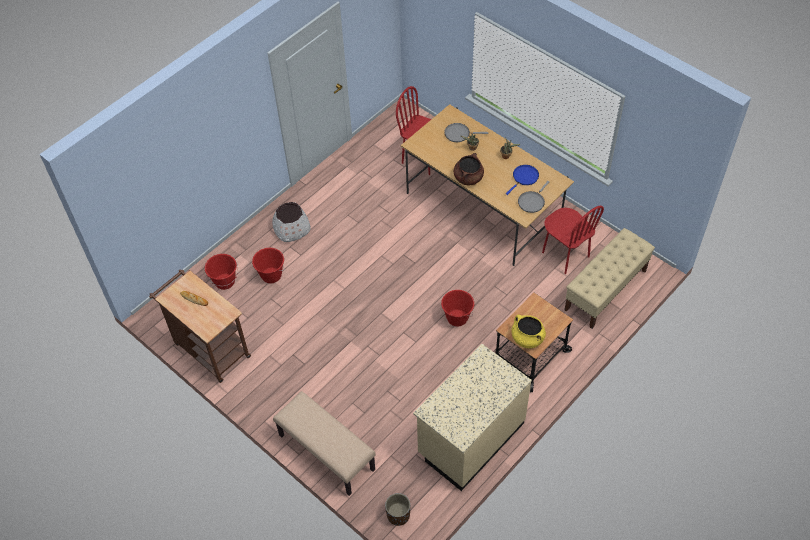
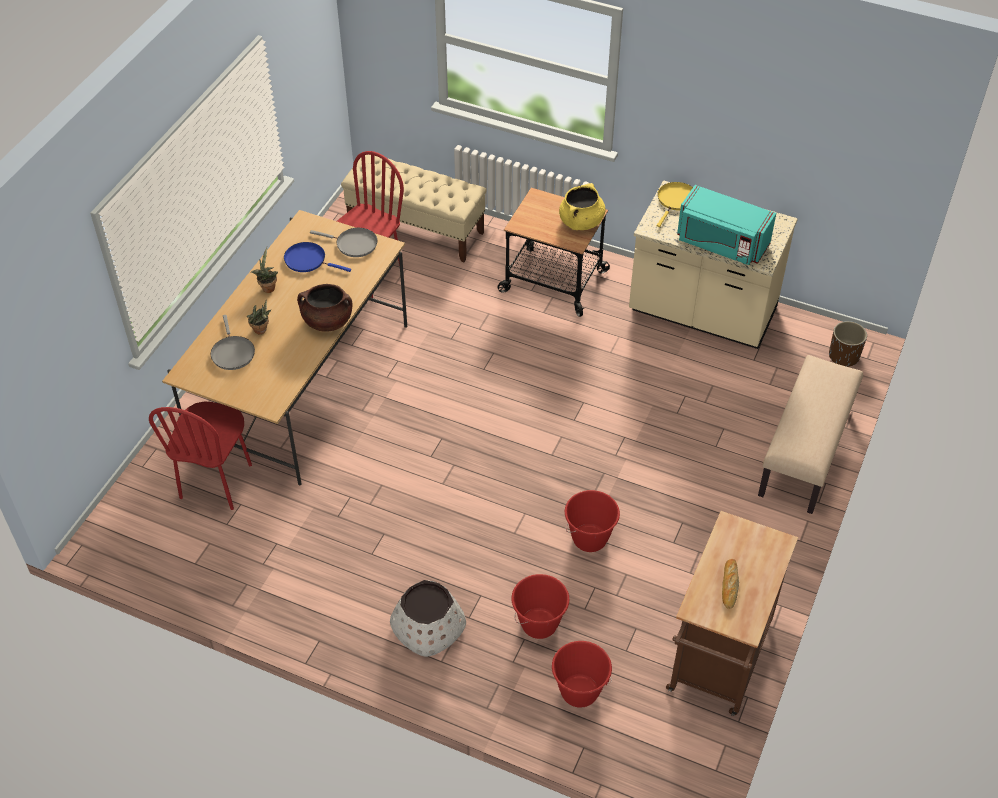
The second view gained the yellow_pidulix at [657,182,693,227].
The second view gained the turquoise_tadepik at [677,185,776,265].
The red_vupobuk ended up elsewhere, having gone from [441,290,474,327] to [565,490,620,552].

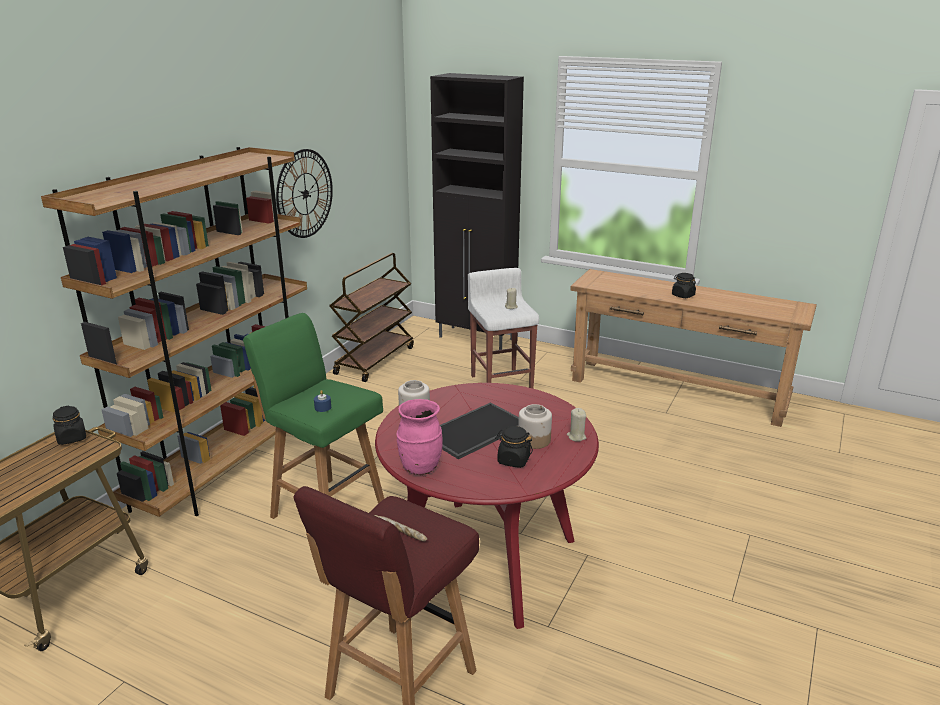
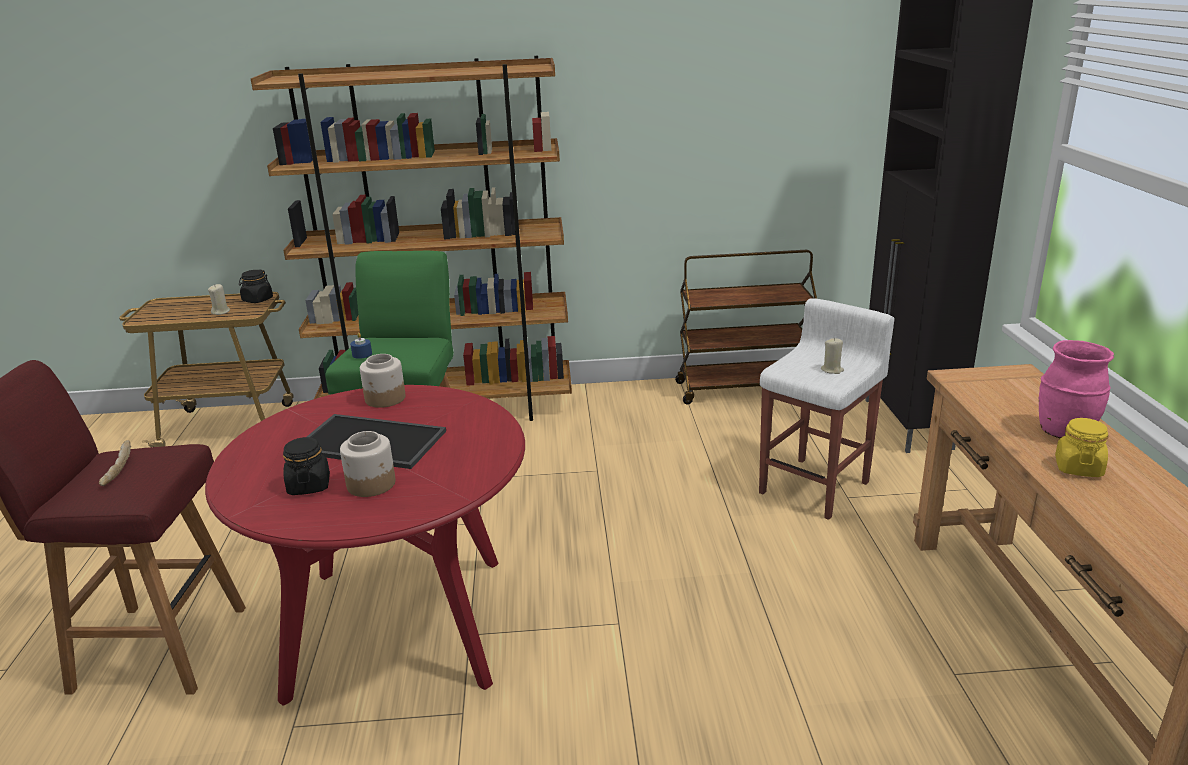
The second view lost the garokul at [276,149,333,238].
The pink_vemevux ended up elsewhere, having gone from [397,399,443,475] to [1038,340,1114,438].
The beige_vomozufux ended up elsewhere, having gone from [567,408,586,442] to [208,284,230,315].
What was the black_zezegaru at [672,273,696,298] turned into the yellow_zezegaru at [1055,418,1108,477].

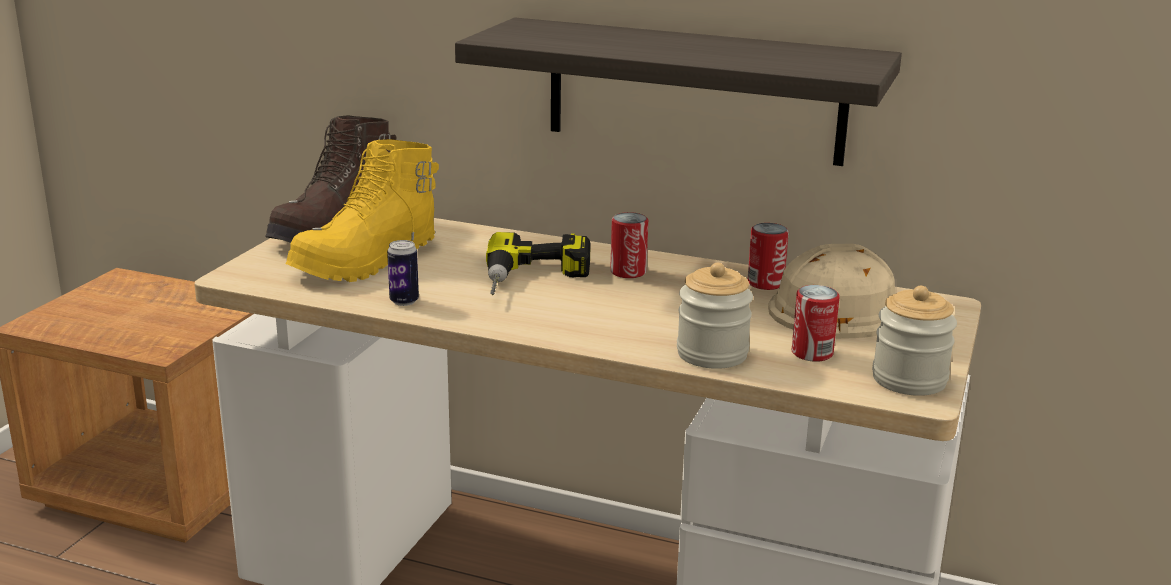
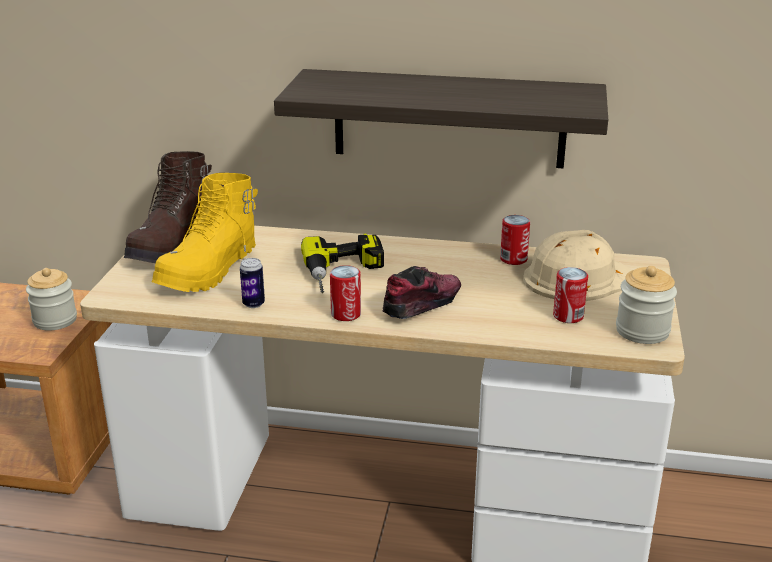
The second view gained the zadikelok at [383,266,461,319].
The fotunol ended up elsewhere, having gone from [610,212,648,278] to [330,265,361,321].
The zezegaru ended up elsewhere, having gone from [677,263,753,369] to [26,268,77,331].

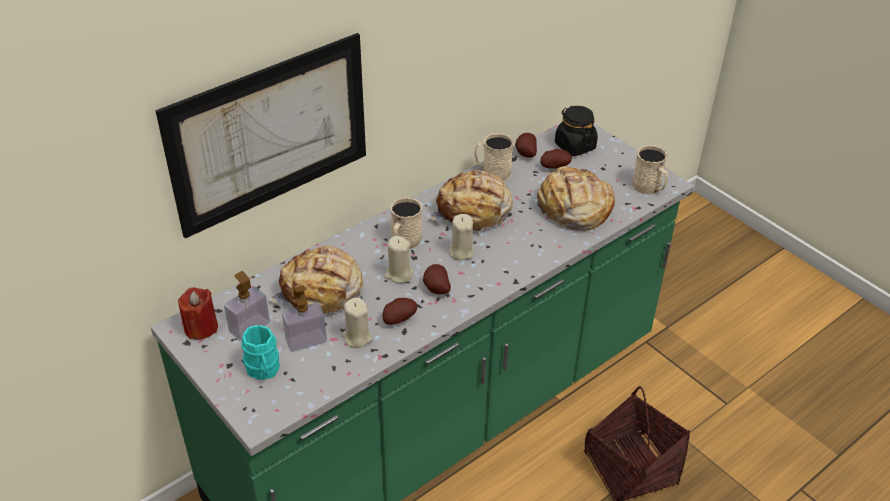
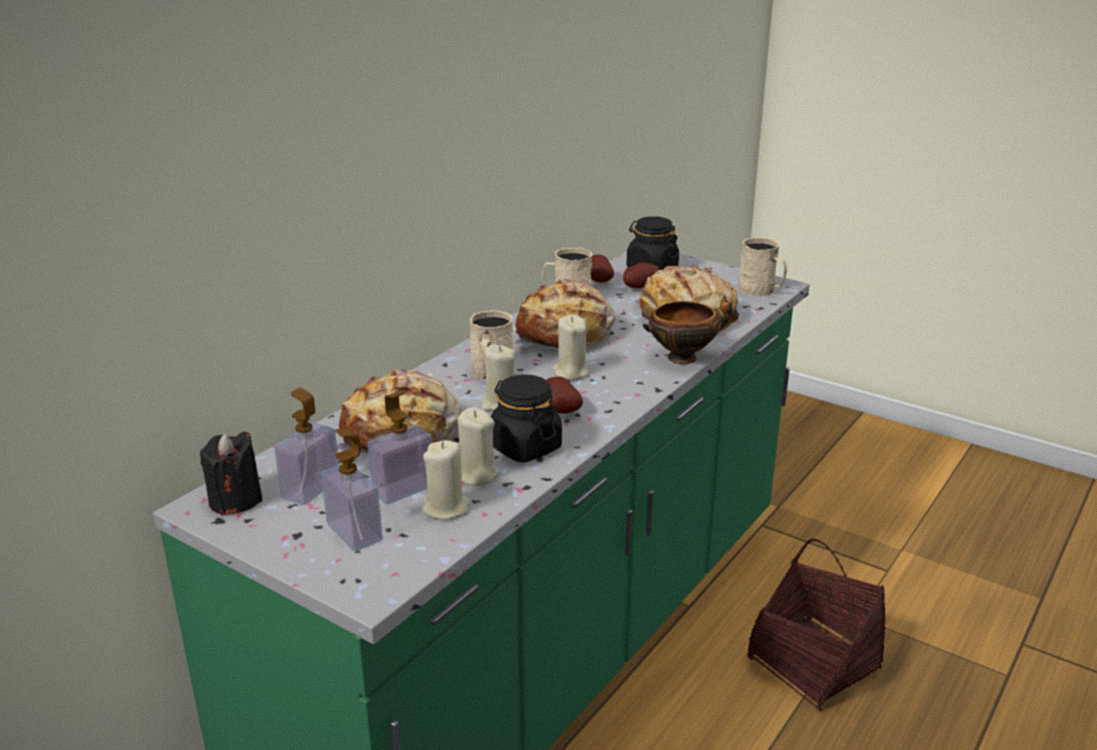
The second view lost the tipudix at [155,33,366,239].
The second view gained the beige_vomozufux at [422,440,470,520].
The second view gained the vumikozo at [643,296,739,364].
Where the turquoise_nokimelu stood at [242,325,280,380], the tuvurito came to stand at [321,429,382,551].
Where the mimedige stood at [383,298,417,325], the black_zezegaru came to stand at [491,375,562,462].
What was the red_vomozufux at [178,287,218,340] turned into the black_vomozufux at [200,432,262,515].

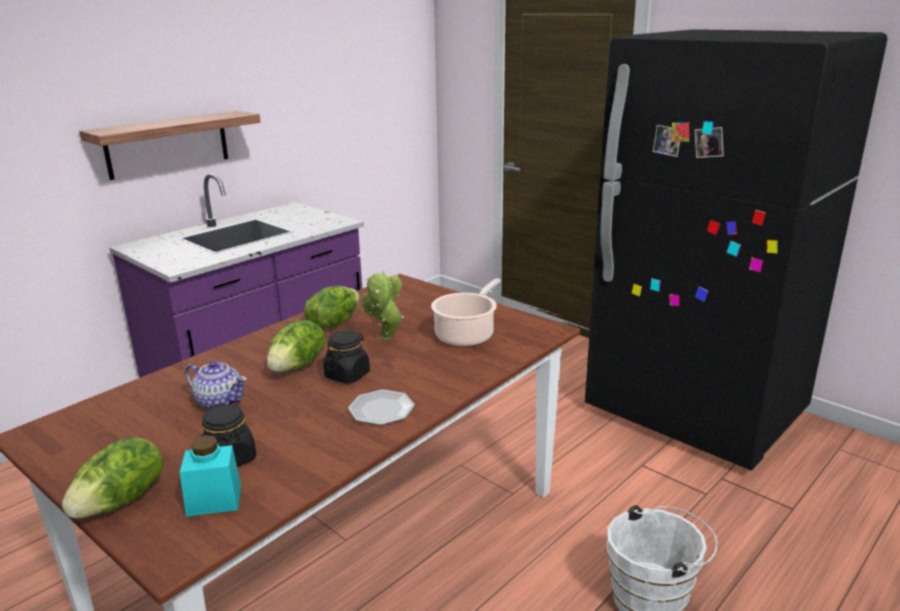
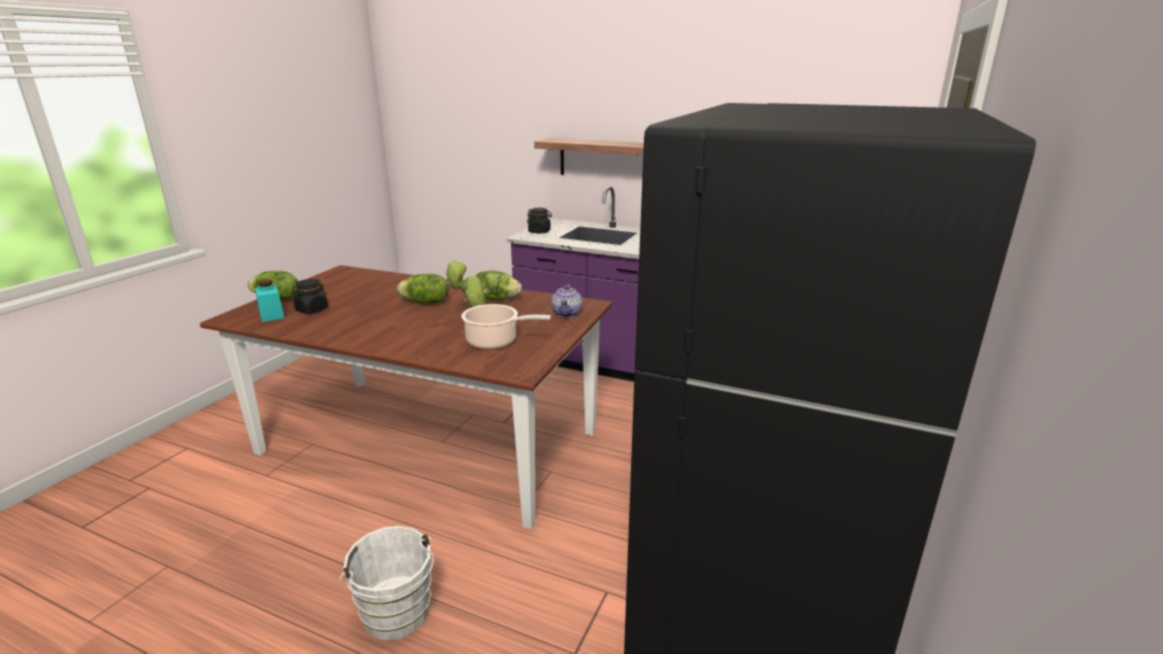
The second view lost the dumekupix at [348,390,415,425].
The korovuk ended up elsewhere, having gone from [185,361,247,409] to [551,285,582,318].
The black_zezegaru ended up elsewhere, having gone from [323,330,370,384] to [527,208,552,234].

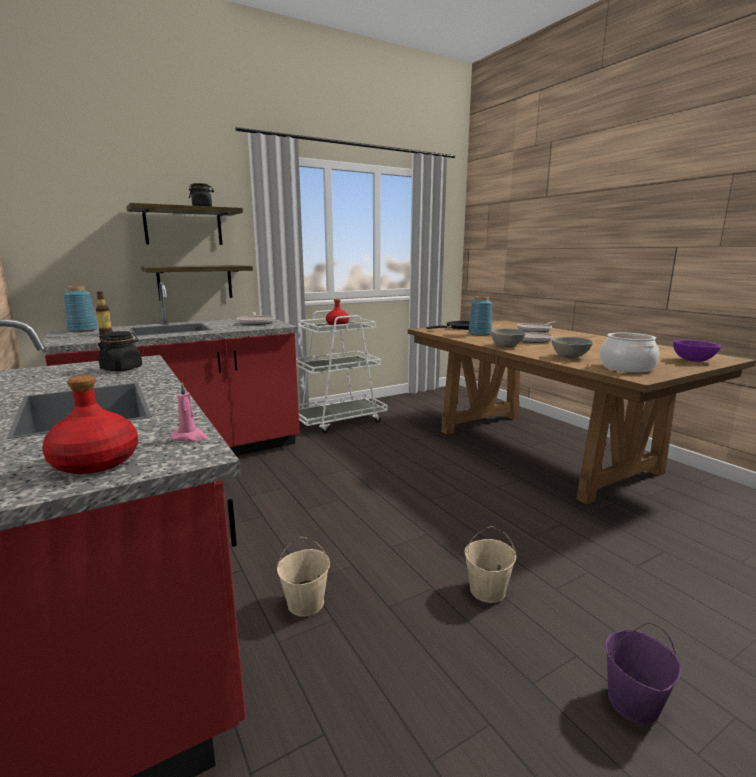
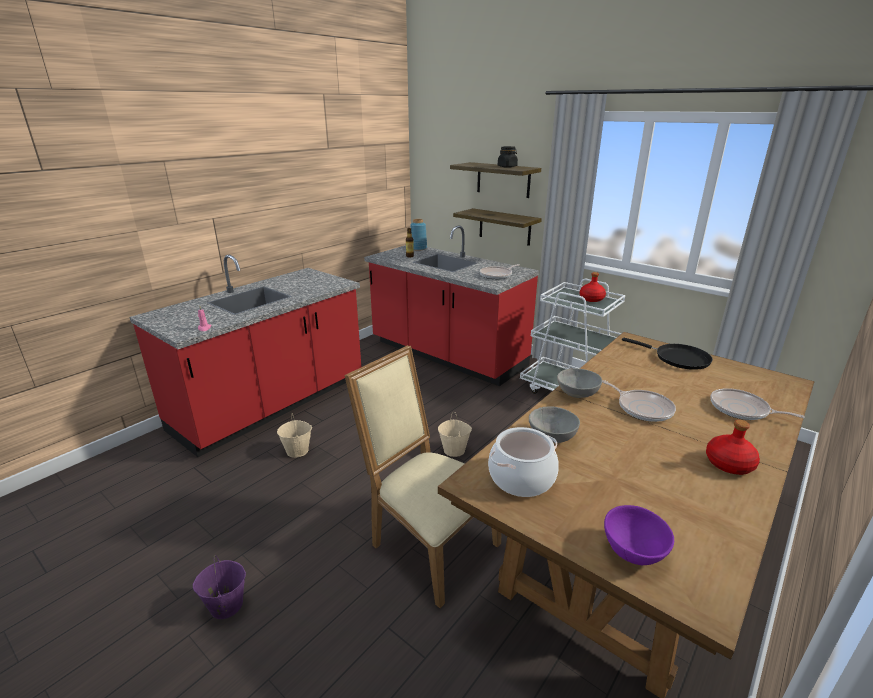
The second view lost the black_zezegaru at [98,331,142,371].
The second view lost the blue_vemevux at [468,296,492,336].
The second view gained the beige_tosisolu at [344,345,501,608].
The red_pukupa ended up elsewhere, having gone from [42,375,138,474] to [706,420,760,475].
The beige_vupobuk ended up elsewhere, having gone from [465,526,516,603] to [438,412,472,457].

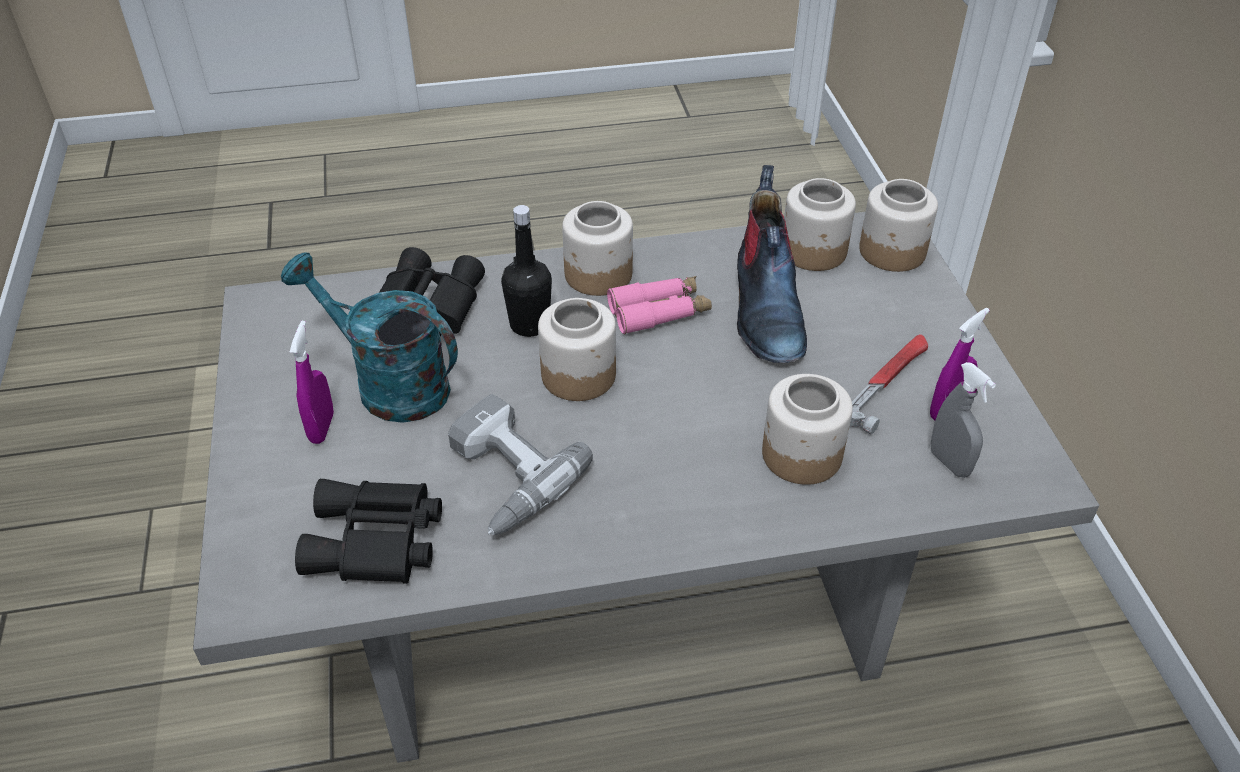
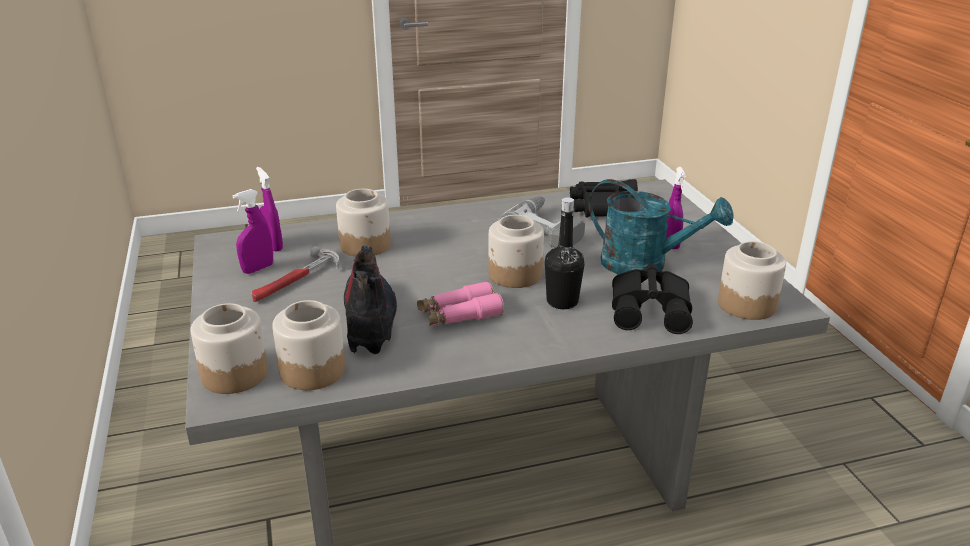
The zezegaru ended up elsewhere, having gone from [562,201,633,296] to [718,241,786,320].
What was the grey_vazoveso at [931,362,996,478] turned into the purple_vazoveso at [256,167,283,252].

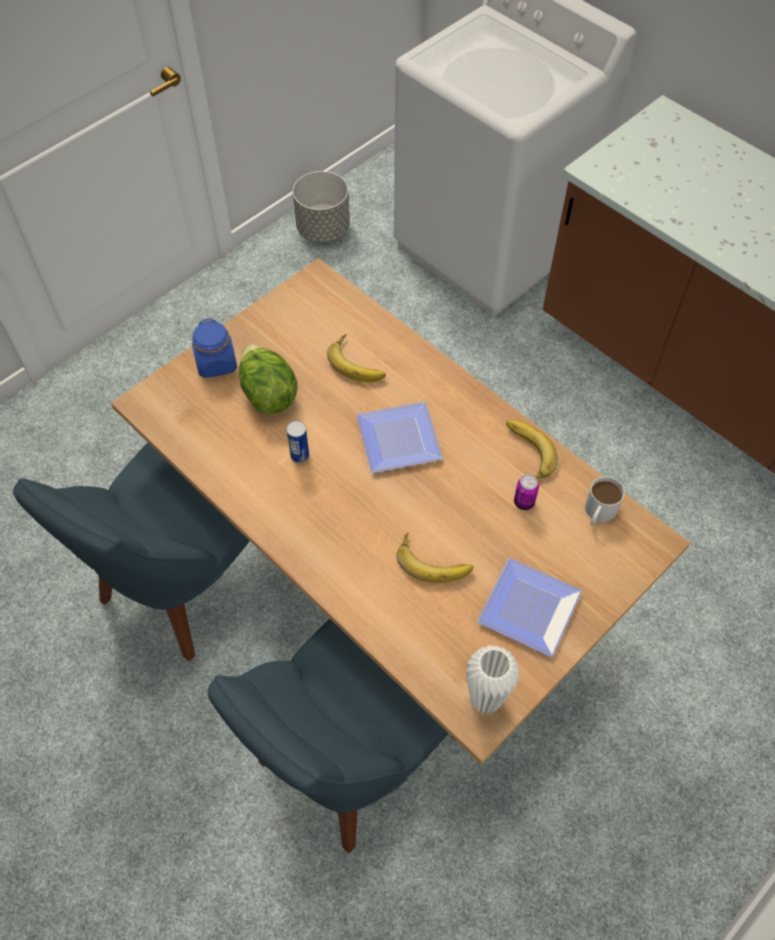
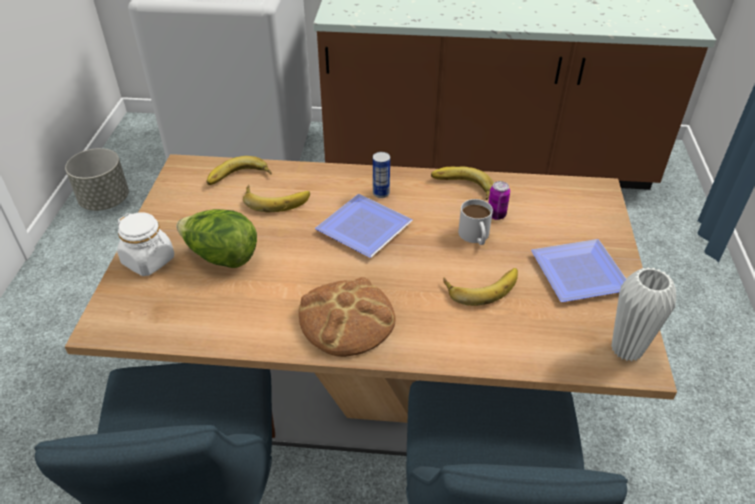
The second view gained the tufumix at [206,156,271,185].
The second view gained the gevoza at [299,277,395,357].
The fotunol ended up elsewhere, having gone from [287,421,309,463] to [373,152,390,198].
The white_nokimelu ended up elsewhere, having gone from [585,477,625,526] to [458,199,493,245].
What was the blue_zezegaru at [192,318,237,378] turned into the white_zezegaru at [117,212,174,276].

